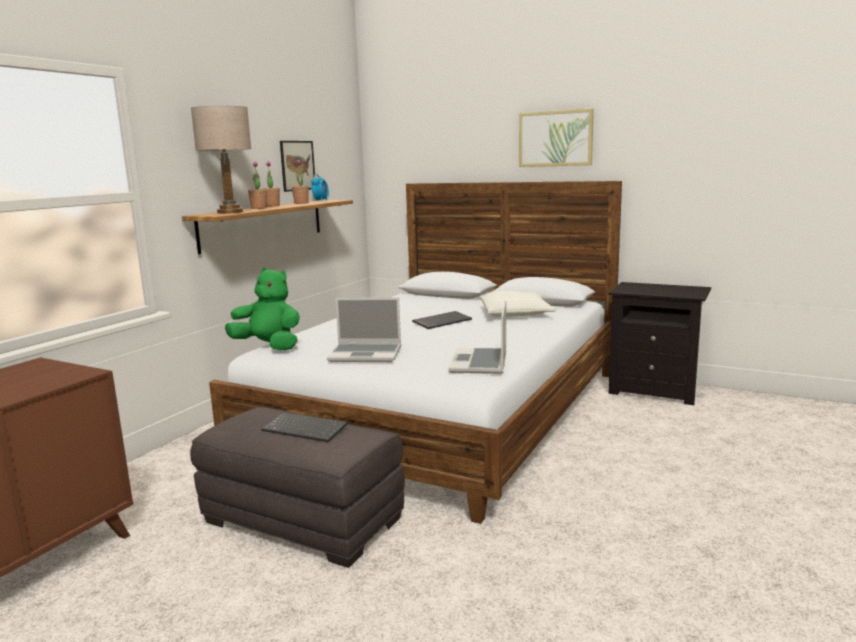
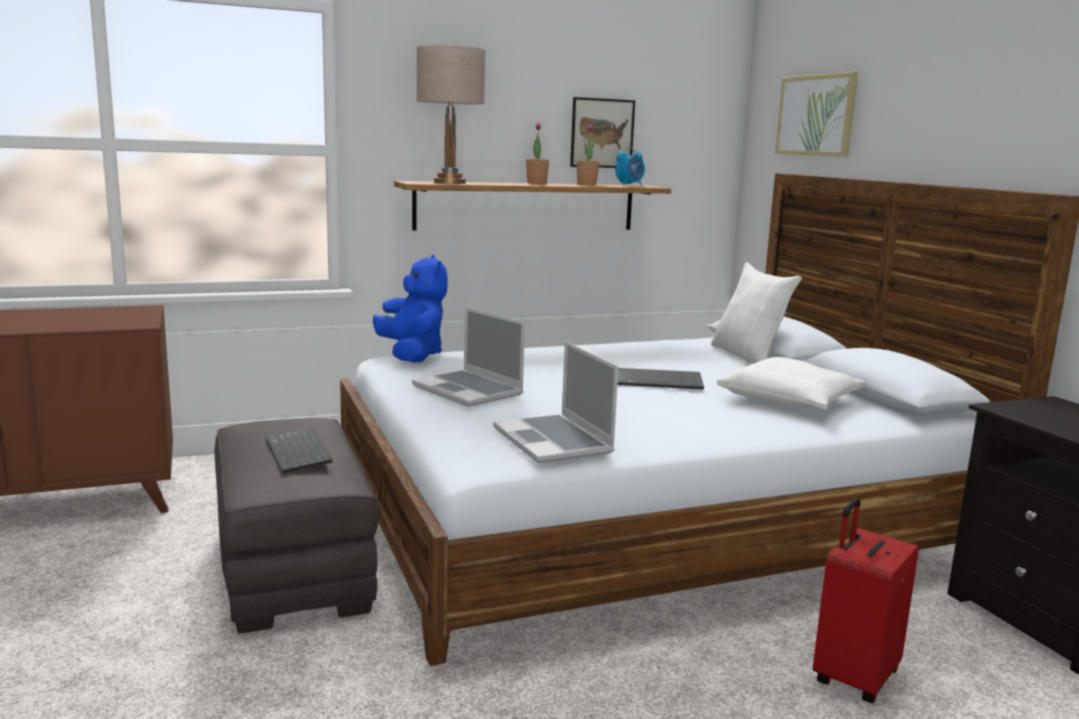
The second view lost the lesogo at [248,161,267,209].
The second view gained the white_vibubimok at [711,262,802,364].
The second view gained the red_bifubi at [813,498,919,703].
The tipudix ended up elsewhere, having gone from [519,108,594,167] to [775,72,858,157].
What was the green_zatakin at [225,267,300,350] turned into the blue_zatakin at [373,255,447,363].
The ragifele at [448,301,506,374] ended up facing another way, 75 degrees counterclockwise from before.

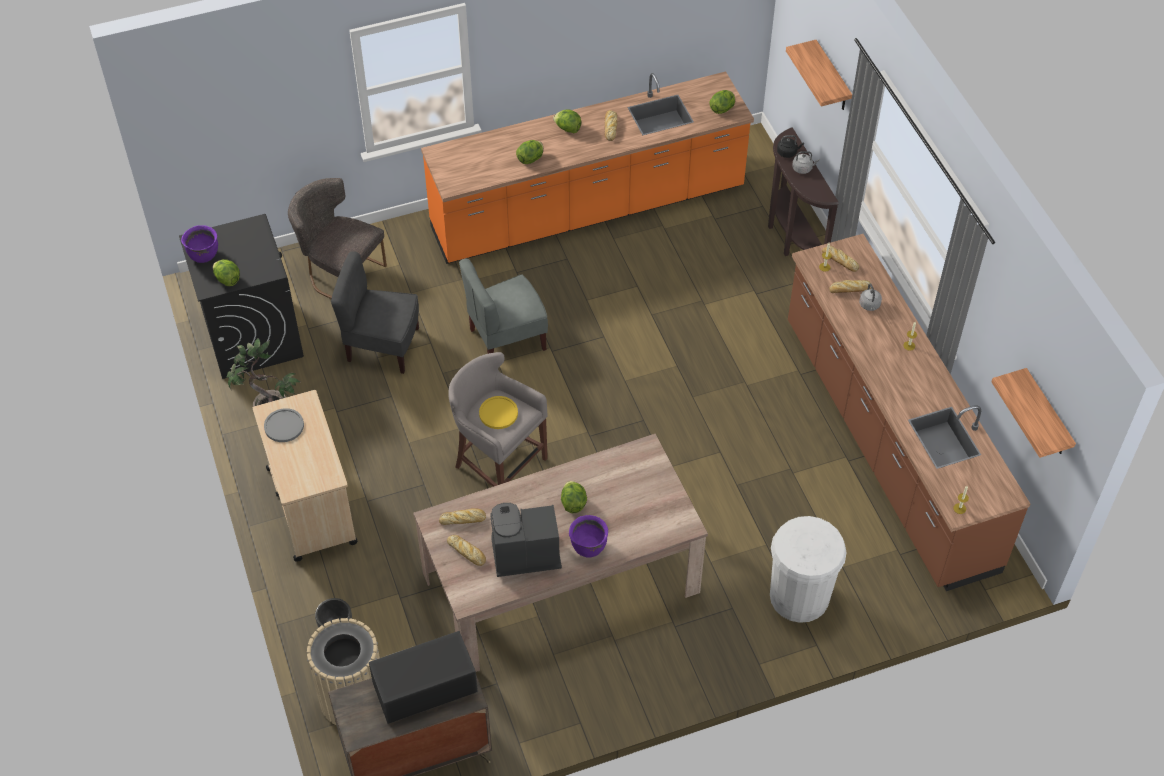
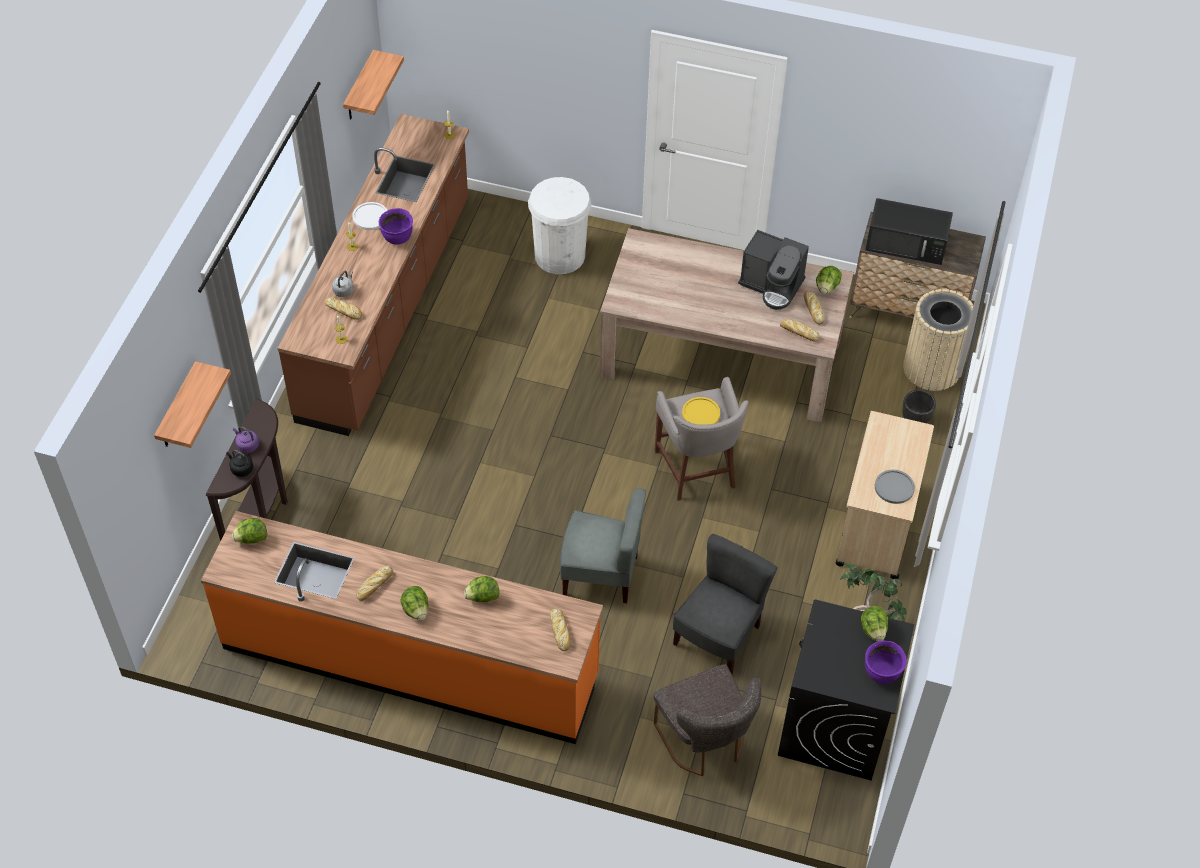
The second view gained the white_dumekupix at [352,202,388,230].
The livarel ended up elsewhere, having gone from [561,481,587,513] to [816,266,842,294].
The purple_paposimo ended up elsewhere, having gone from [569,515,608,557] to [379,208,413,245].
The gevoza ended up elsewhere, having gone from [822,246,859,272] to [550,609,571,651].
What was the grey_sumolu at [792,151,820,174] turned into the purple_sumolu at [233,426,259,453].
The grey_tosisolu at [331,251,419,374] ended up facing another way, 105 degrees counterclockwise from before.

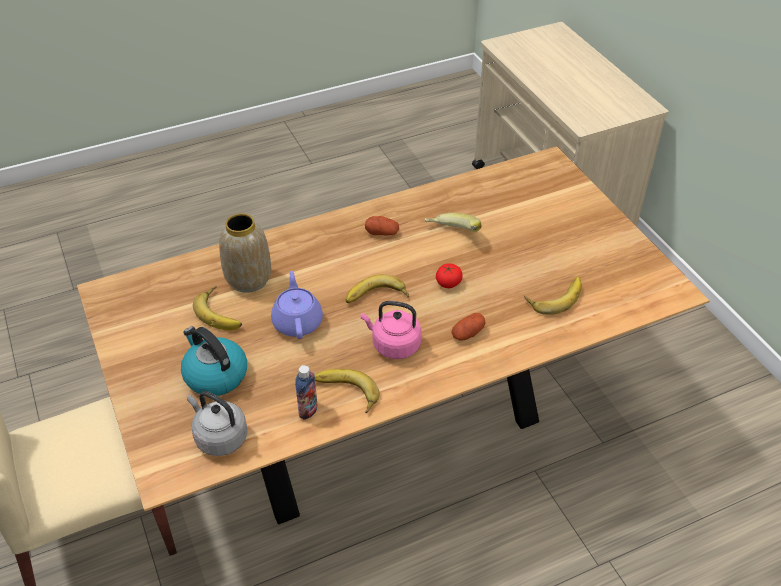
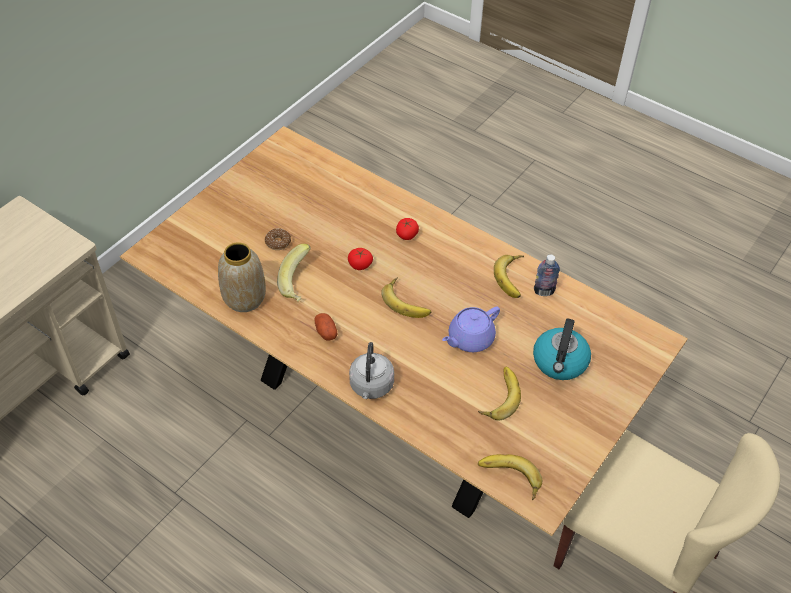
The second view lost the pink_sumolu at [361,301,421,359].
The second view gained the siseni at [265,228,291,250].
The grey_sumolu ended up elsewhere, having gone from [187,391,248,456] to [349,342,394,399].
The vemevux ended up elsewhere, having gone from [219,213,271,293] to [218,242,266,312].
The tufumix ended up elsewhere, having gone from [525,277,582,315] to [478,454,542,500].
Where the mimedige stood at [451,313,486,341], the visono came to stand at [396,218,419,240].

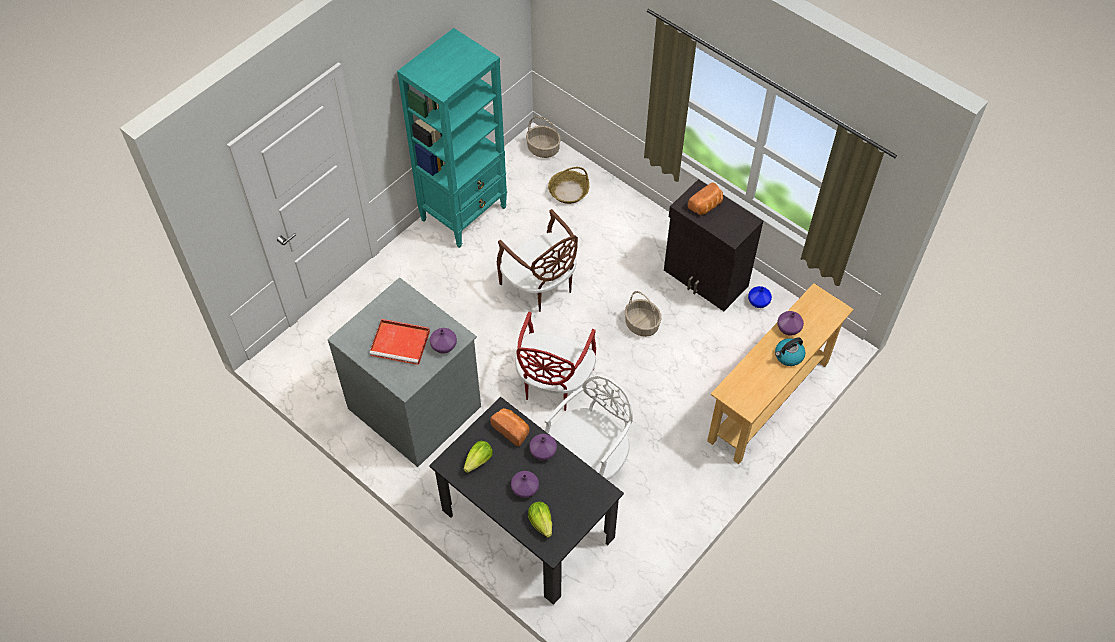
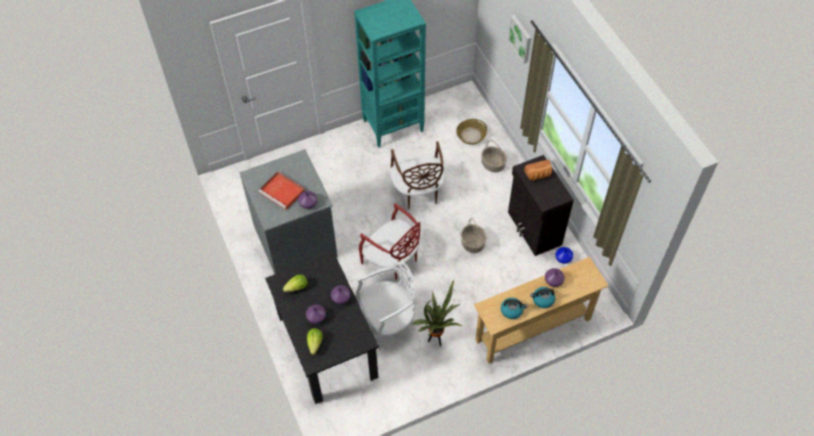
The second view lost the gevoza at [490,408,529,446].
The second view gained the lesogo at [412,280,462,346].
The second view gained the sumolu at [501,298,528,319].
The second view gained the tipudix at [508,15,531,64].
The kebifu ended up elsewhere, having gone from [526,116,561,158] to [481,140,507,172].
The red_tosisolu at [515,312,596,411] ended up facing another way, 90 degrees counterclockwise from before.

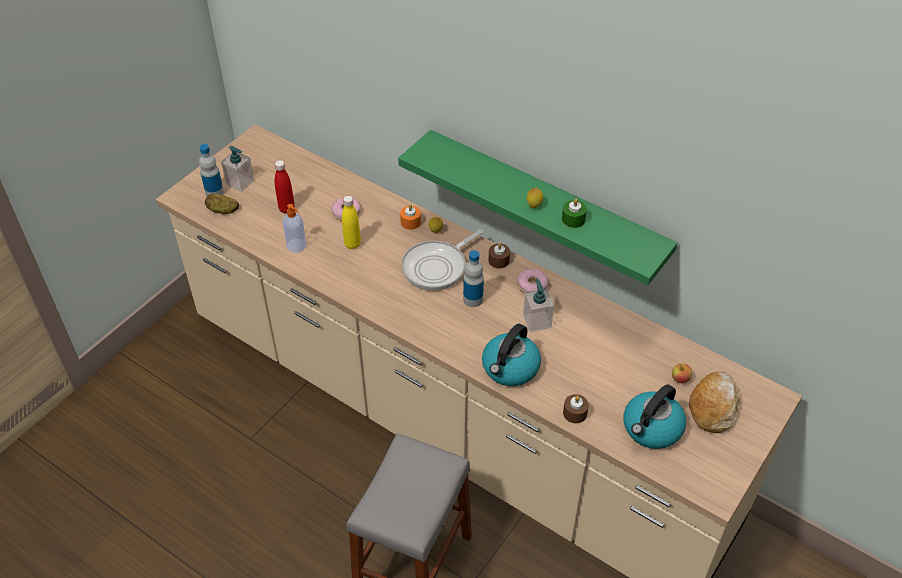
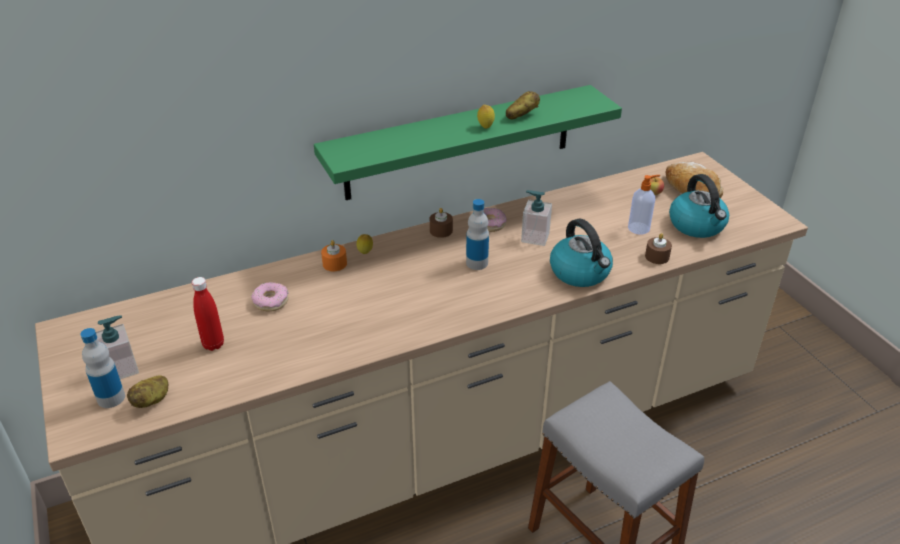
The second view lost the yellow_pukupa at [342,196,361,249].
The second view lost the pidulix at [401,229,483,291].
The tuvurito ended up elsewhere, having gone from [283,204,306,253] to [628,175,660,235].
Where the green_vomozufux stood at [562,199,587,228], the mimedige came to stand at [506,91,540,119].

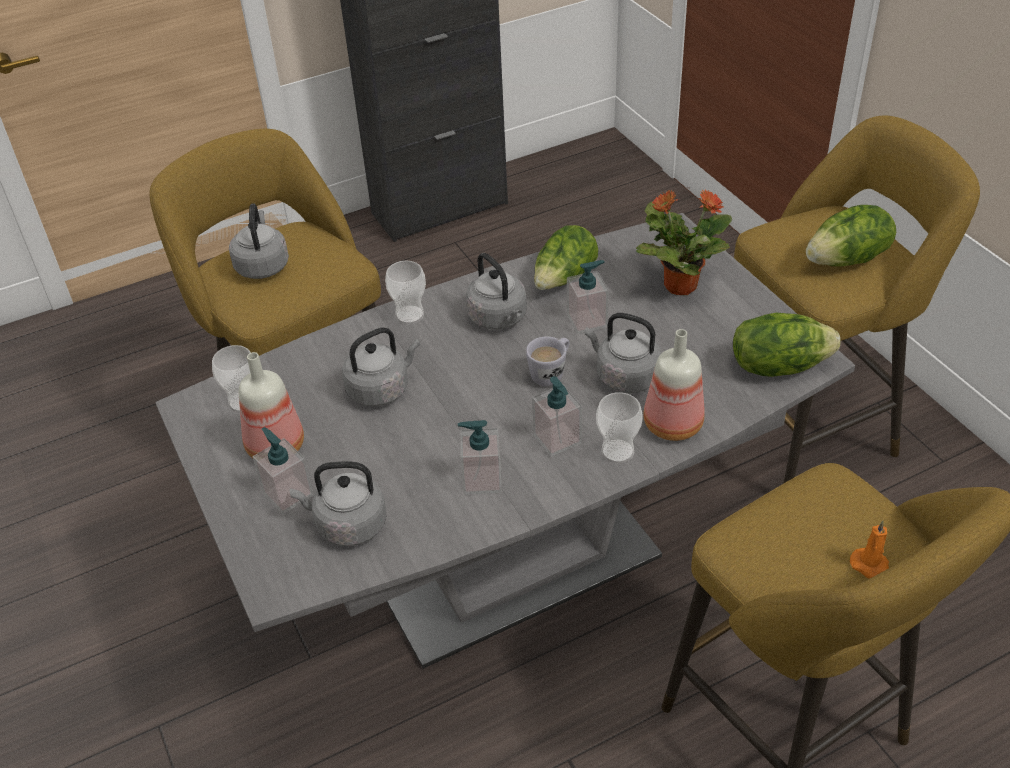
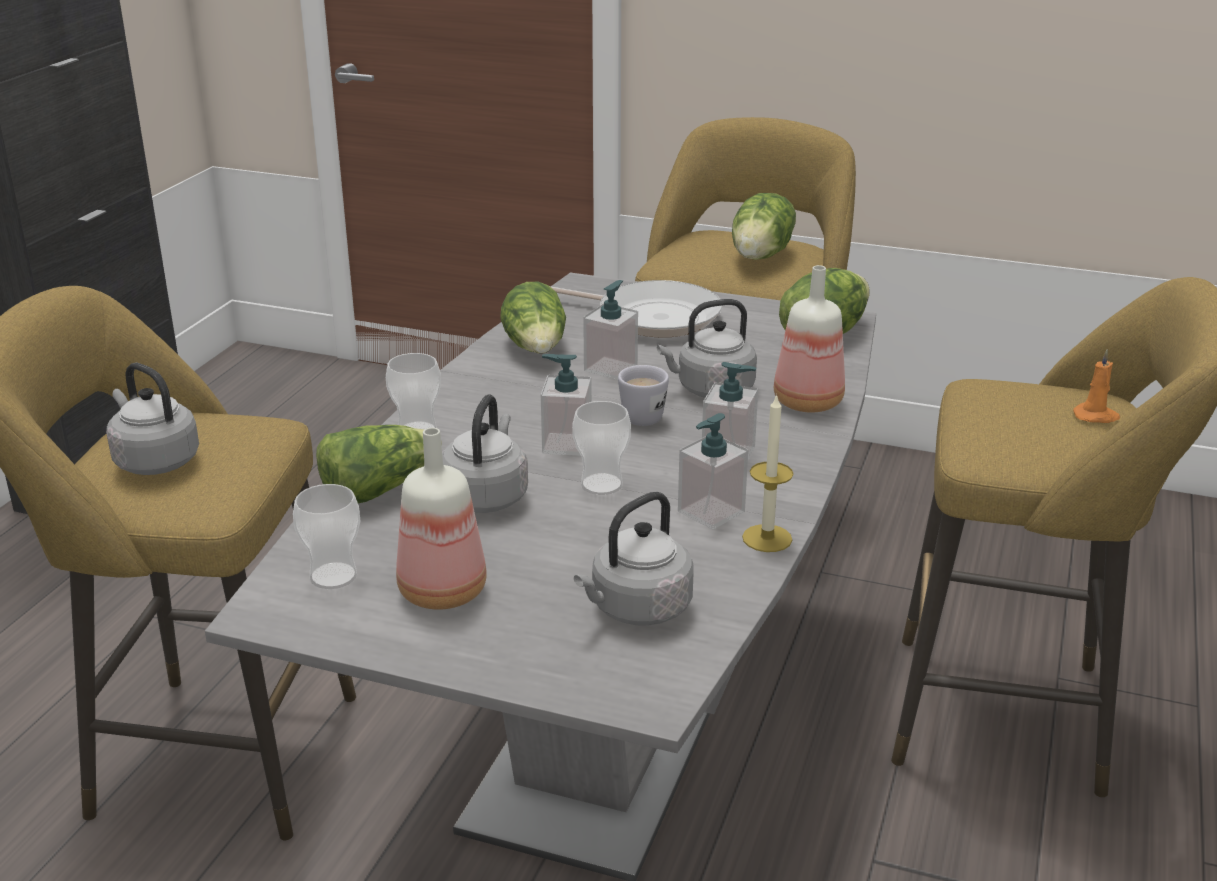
The second view lost the grey_sumolu at [466,253,527,330].
The second view gained the livarel at [316,425,442,503].
The second view gained the vomozufux at [742,394,793,552].
The tuvurito ended up elsewhere, having gone from [253,427,313,514] to [541,354,592,456].
The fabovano ended up elsewhere, having gone from [596,392,643,463] to [572,401,631,495].
Where the lesogo stood at [636,189,732,295], the pidulix came to stand at [550,280,723,338].

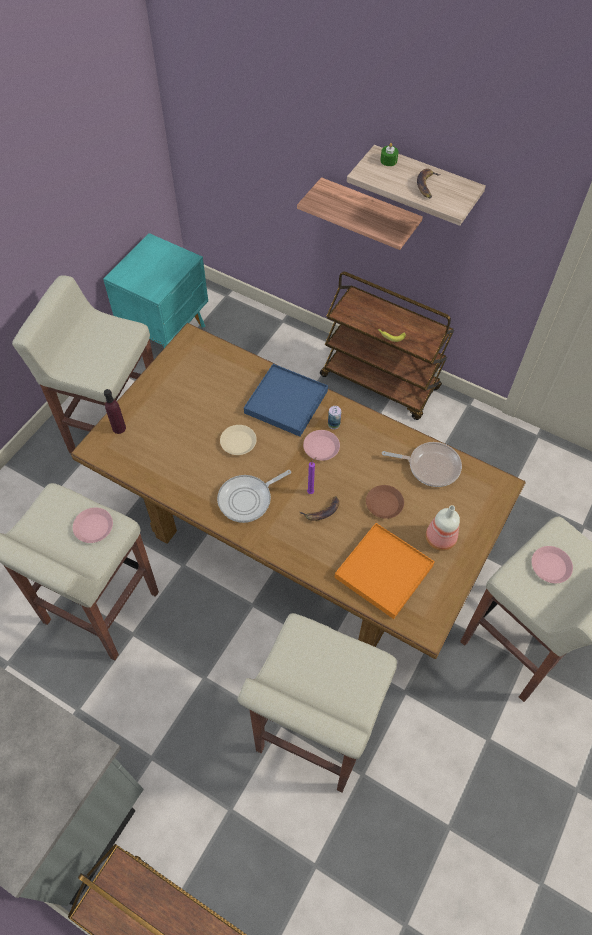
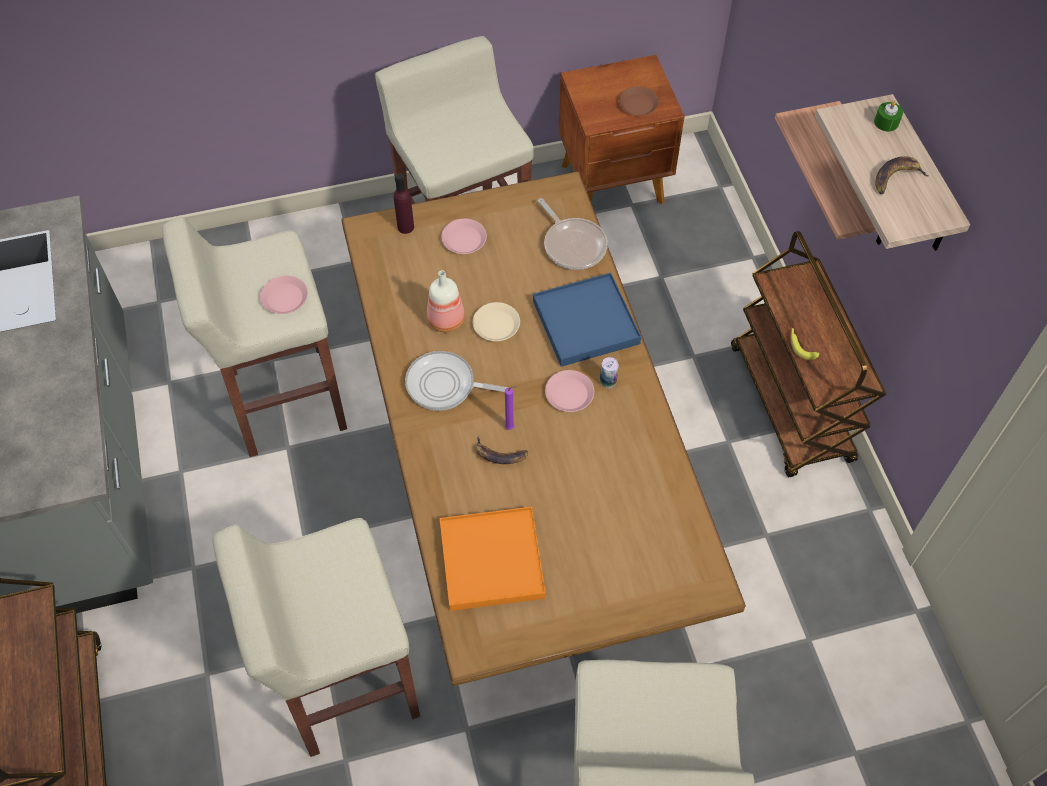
The brown_dumekupix ended up elsewhere, having gone from [366,485,404,519] to [618,86,659,116].
The pidulix ended up elsewhere, having gone from [382,442,462,487] to [538,198,608,270].
The pukupa ended up elsewhere, having gone from [426,505,460,551] to [427,270,465,332].
The pink_dumekupix ended up elsewhere, having gone from [531,546,573,583] to [441,219,487,254].
What was the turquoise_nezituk at [103,233,208,348] turned into the brown_nezituk at [559,55,685,204].

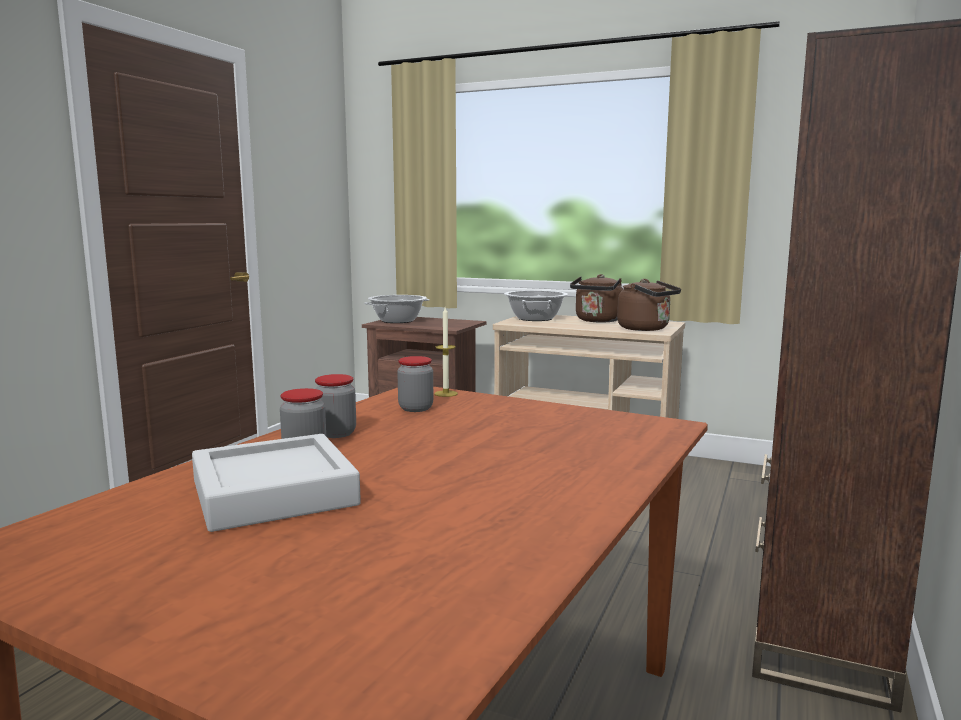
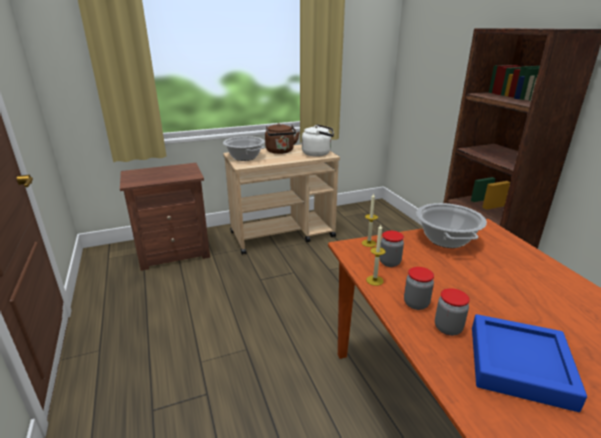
The second view gained the vomozufux at [366,224,386,286].
The paposimo ended up elsewhere, having gone from [364,295,430,323] to [416,203,487,248].
What was the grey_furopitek at [192,434,361,532] turned into the blue_furopitek at [472,314,587,412].
What was the brown_sumolu at [617,279,681,331] turned into the white_sumolu at [302,124,334,157].

